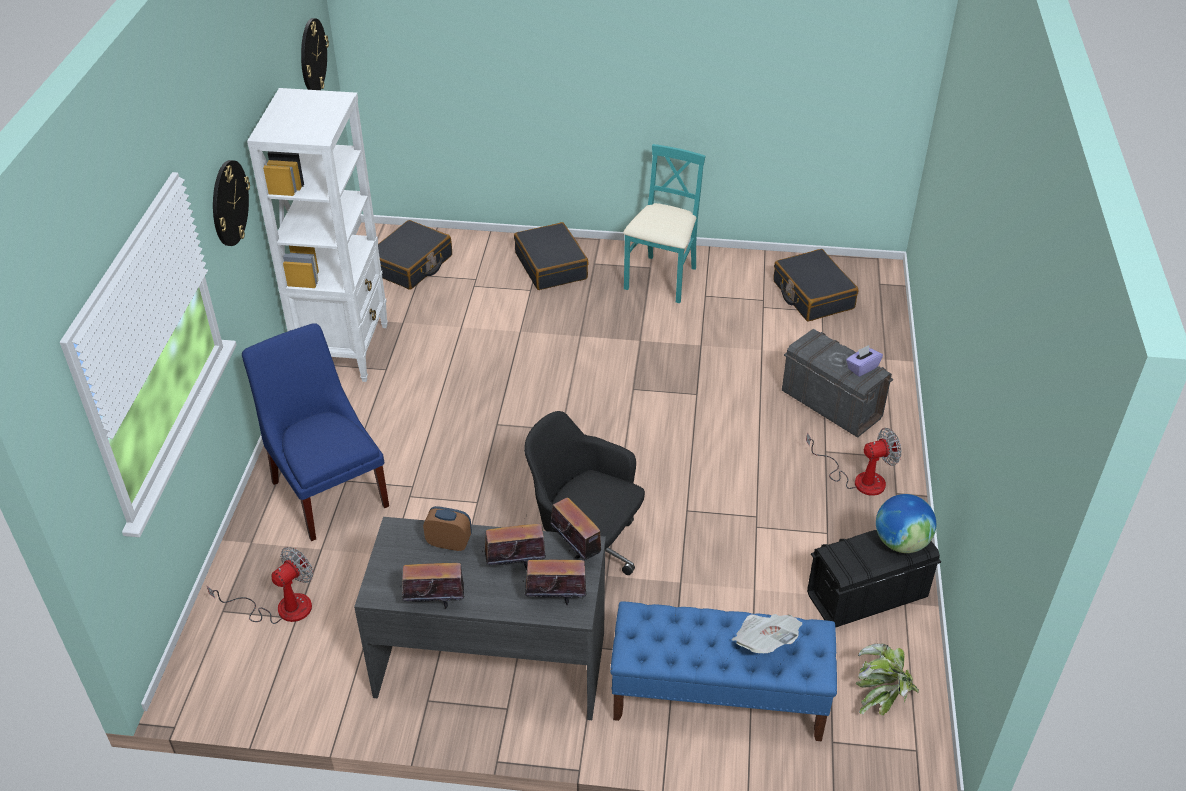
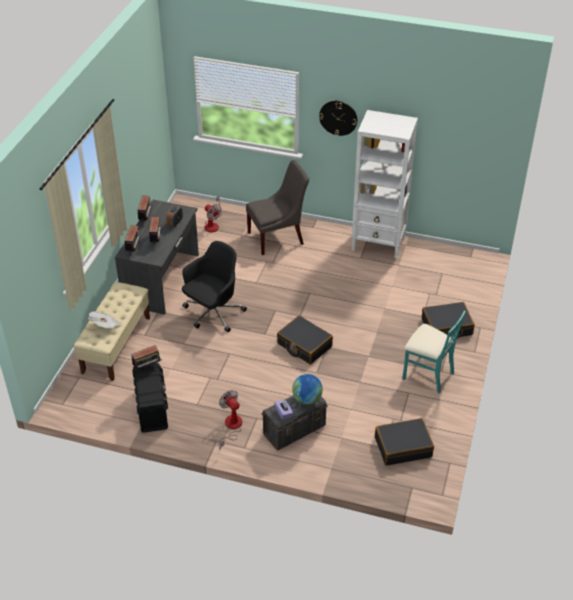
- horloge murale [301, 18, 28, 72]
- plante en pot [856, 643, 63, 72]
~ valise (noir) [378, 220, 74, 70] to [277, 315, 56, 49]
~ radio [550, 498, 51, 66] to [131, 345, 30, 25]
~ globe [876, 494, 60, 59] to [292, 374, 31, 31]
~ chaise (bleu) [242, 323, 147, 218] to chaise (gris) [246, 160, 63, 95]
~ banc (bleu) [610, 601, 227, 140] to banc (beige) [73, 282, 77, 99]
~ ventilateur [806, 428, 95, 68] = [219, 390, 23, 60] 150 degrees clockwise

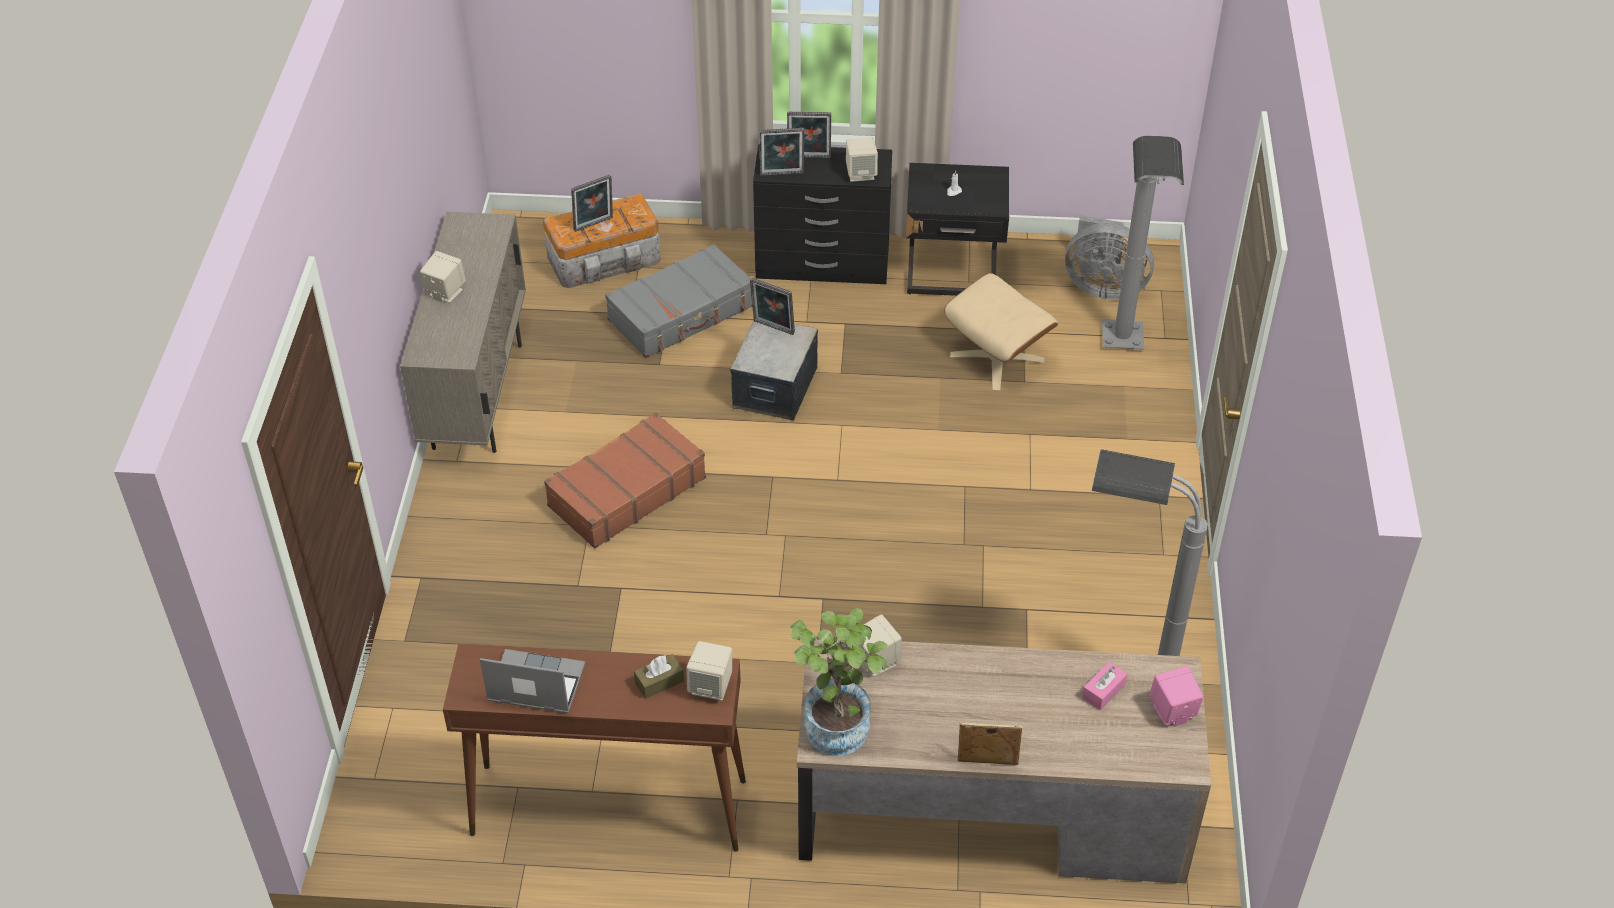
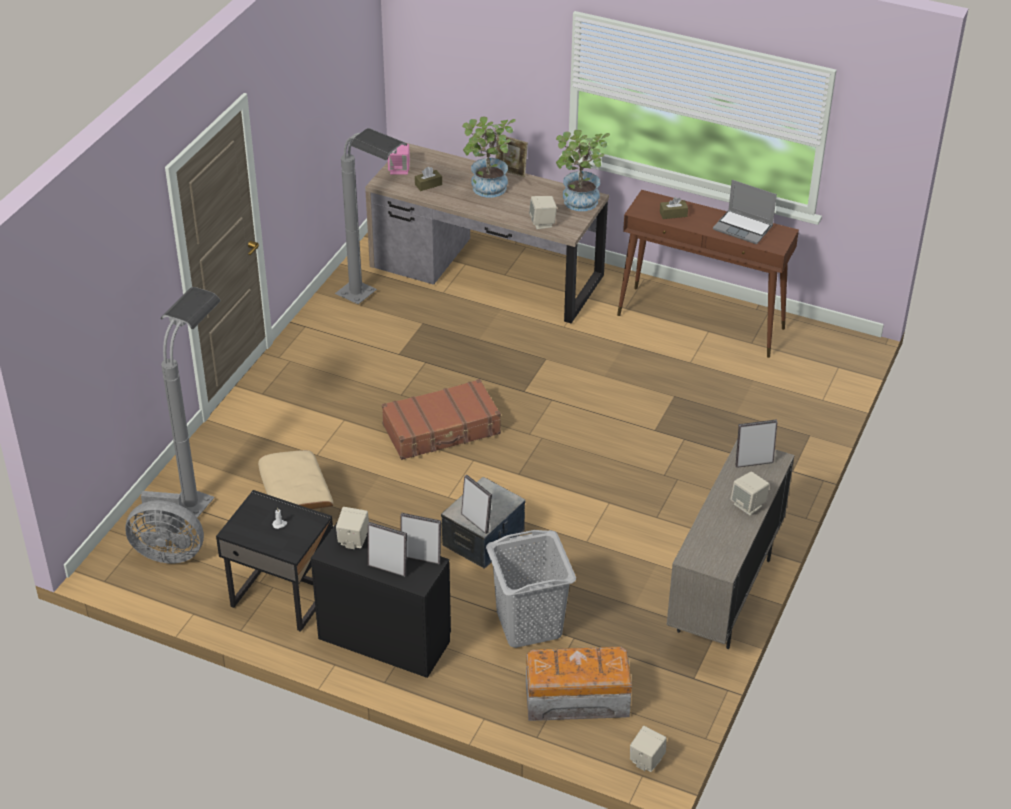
+ plante en pot [462, 117, 54, 81]
~ valise (marron) [544, 412, 162, 137] to [382, 379, 119, 81]
~ cadre photo [571, 175, 42, 57] to [735, 420, 42, 48]
~ enceinte (beige) [686, 641, 46, 60] to [630, 726, 37, 46]
~ valise (gris) [605, 244, 147, 114] to panier à linge (gris) [486, 530, 90, 118]
~ boîte à mouchoirs (rose) [1082, 662, 45, 48] to boîte à mouchoirs (marron) [415, 167, 27, 24]
~ ventilateur (gris) [1065, 215, 89, 85] = [125, 491, 79, 73] 150 degrees clockwise

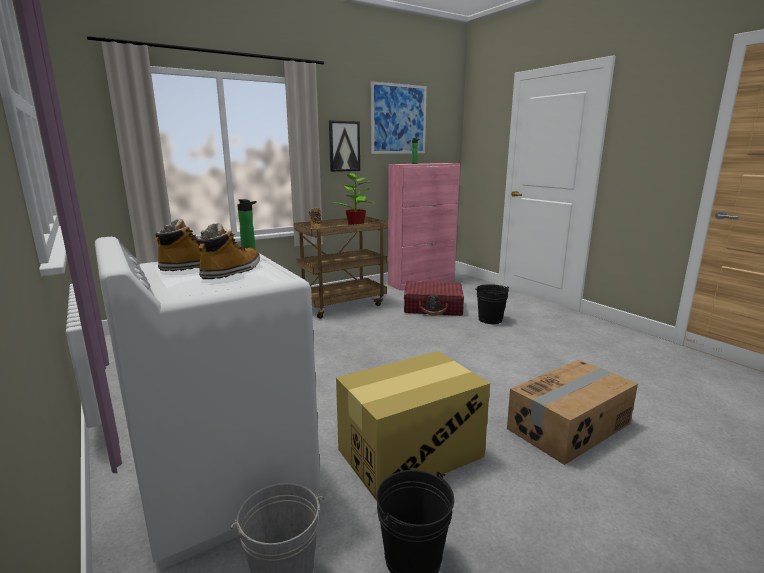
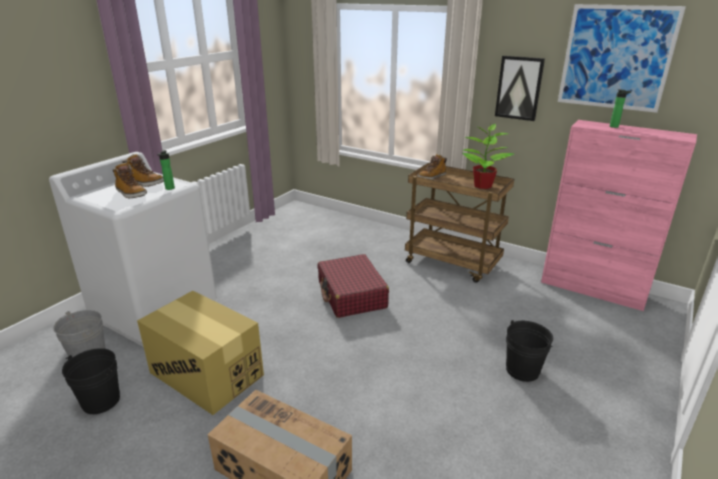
~ valise (rouge) [404, 281, 60, 35] to [317, 254, 72, 64]
~ botte [197, 223, 63, 56] = [113, 162, 34, 37] 45 degrees clockwise

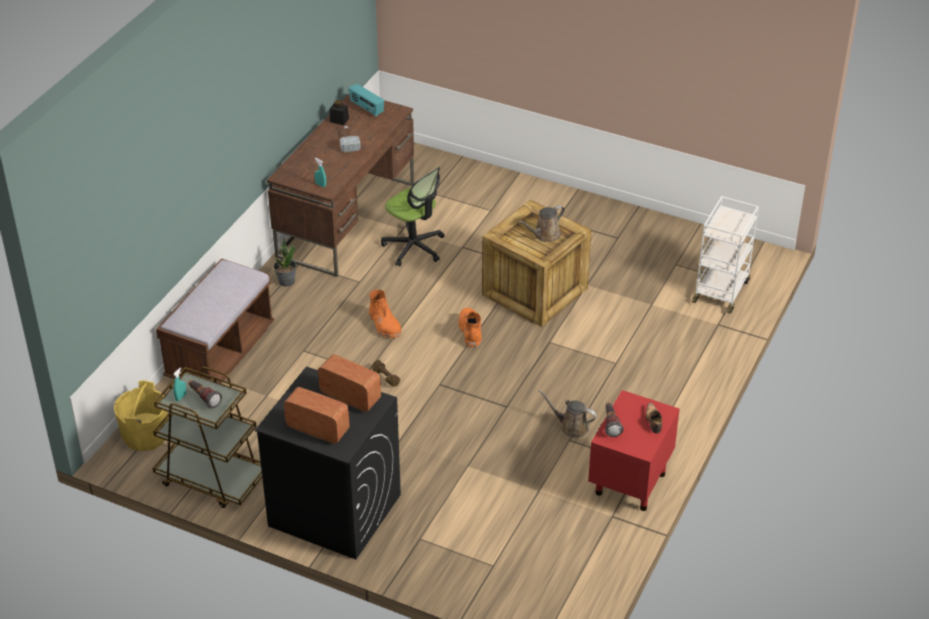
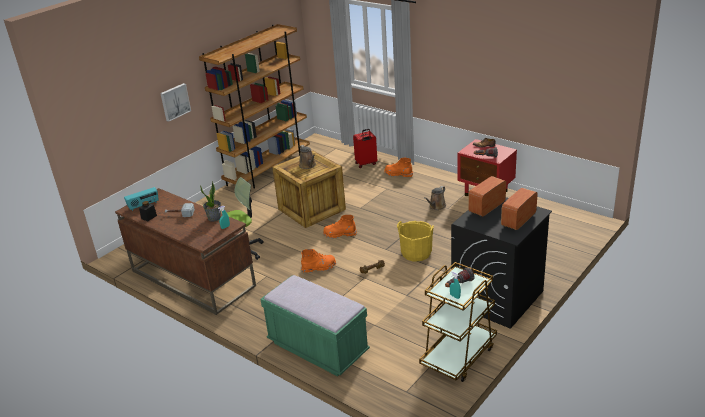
- chariot (blanc) [692, 196, 67, 118]
+ tableau [160, 83, 31, 39]
+ bibliothèque (marron) [199, 24, 111, 165]
+ valise (rouge) [353, 129, 24, 39]
+ botte (orange) [384, 158, 29, 20]
~ seau (jaune) [114, 380, 54, 71] to [397, 221, 37, 41]
~ plante en pot [274, 238, 22, 49] to [200, 181, 21, 41]
~ banc (marron) [156, 258, 118, 125] to banc (vert) [260, 275, 110, 101]

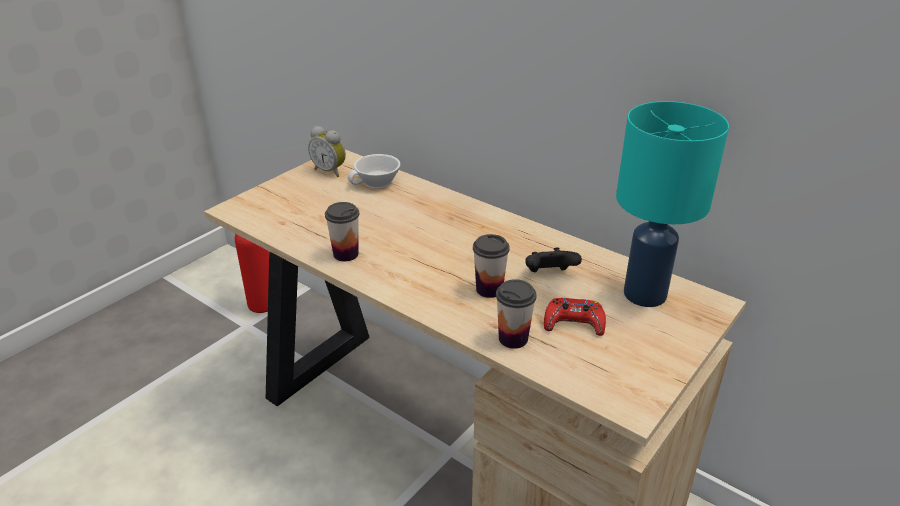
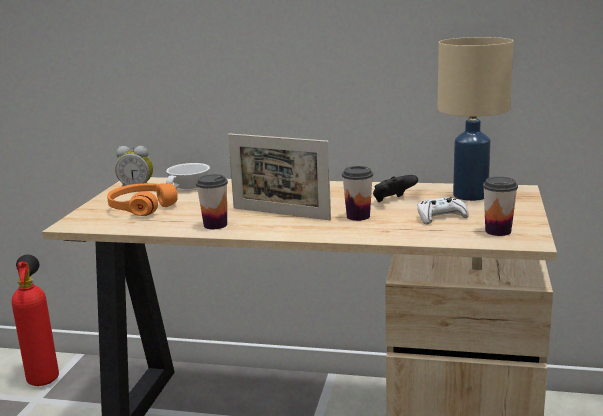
+ casque audio (orange) [107, 183, 71, 33]
+ cadre photo [228, 133, 103, 87]
~ tasse [496, 279, 40, 70] to [483, 177, 35, 59]
~ manette (rouge) [544, 298, 62, 38] to manette (blanc) [417, 197, 52, 28]
~ lampe de table (turquoise) [616, 101, 113, 206] to lampe de table (beige) [438, 37, 76, 164]

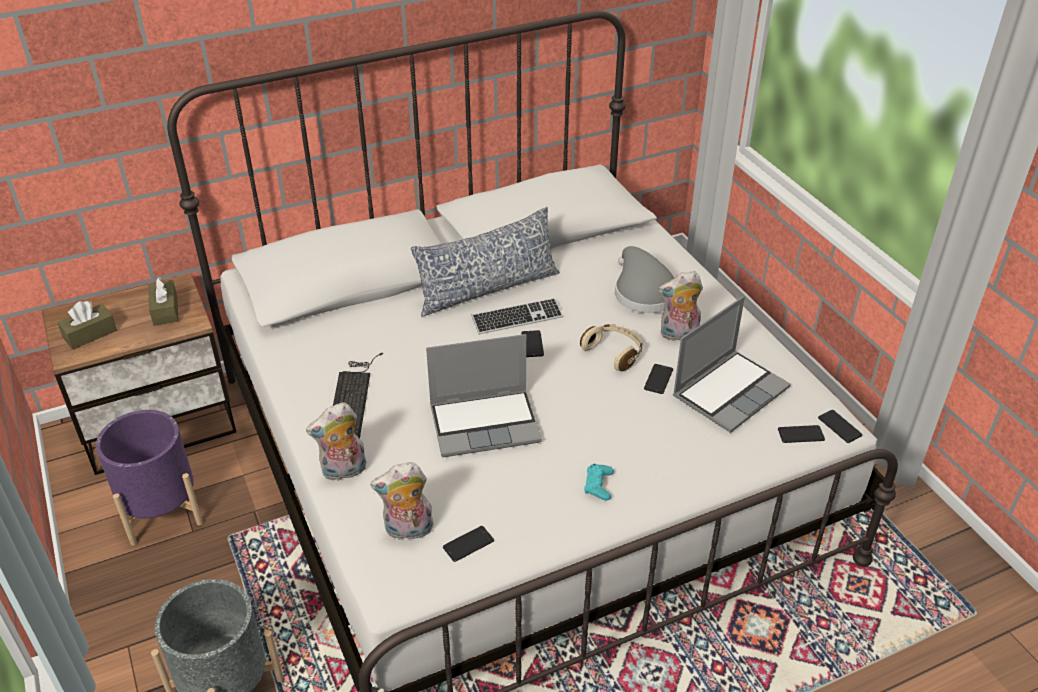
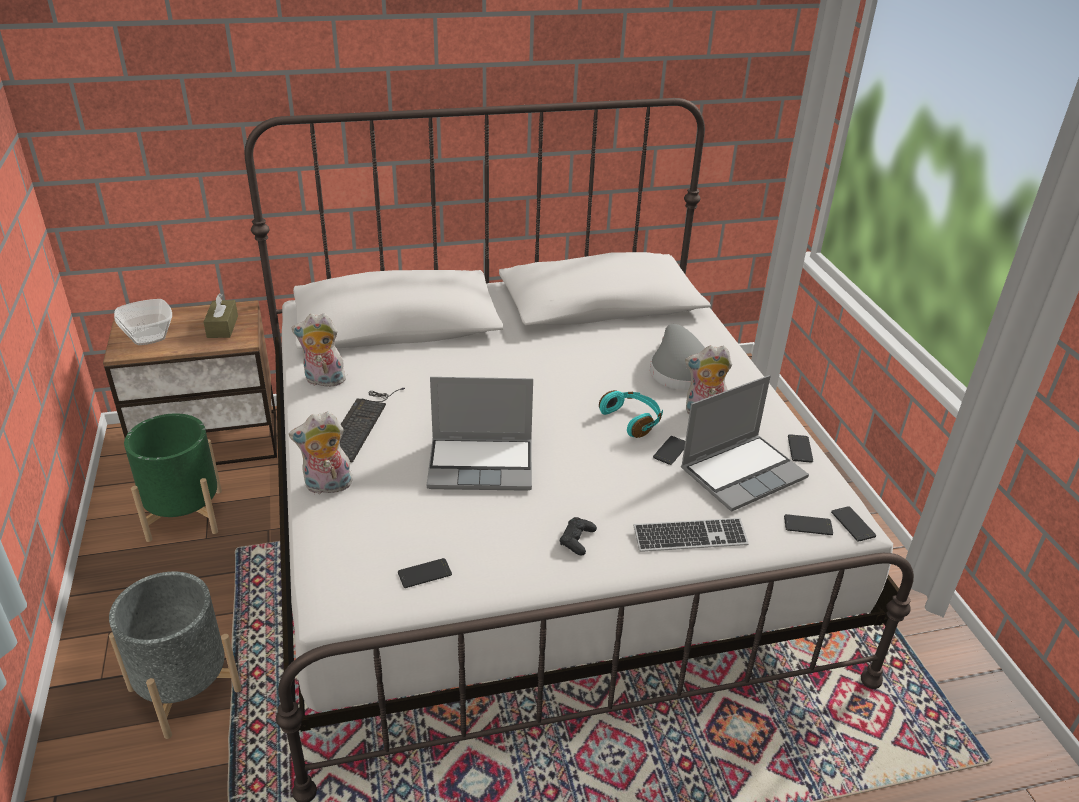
- coussin [411, 207, 149, 110]
~ peluche [370, 462, 64, 78] to [292, 313, 54, 75]
~ clavier [472, 298, 91, 36] to [634, 518, 115, 34]
~ téléphone [521, 330, 23, 27] to [788, 434, 25, 29]
~ boîte à mouchoirs (marron) [57, 301, 60, 49] to bol [114, 299, 58, 46]
~ cache-pot (violet) [96, 410, 107, 136] to cache-pot (vert) [124, 413, 98, 129]
~ casque audio (beige) [580, 324, 62, 47] to casque audio (turquoise) [599, 390, 64, 48]
~ manette (turquoise) [584, 464, 30, 36] to manette (noir) [560, 517, 37, 39]

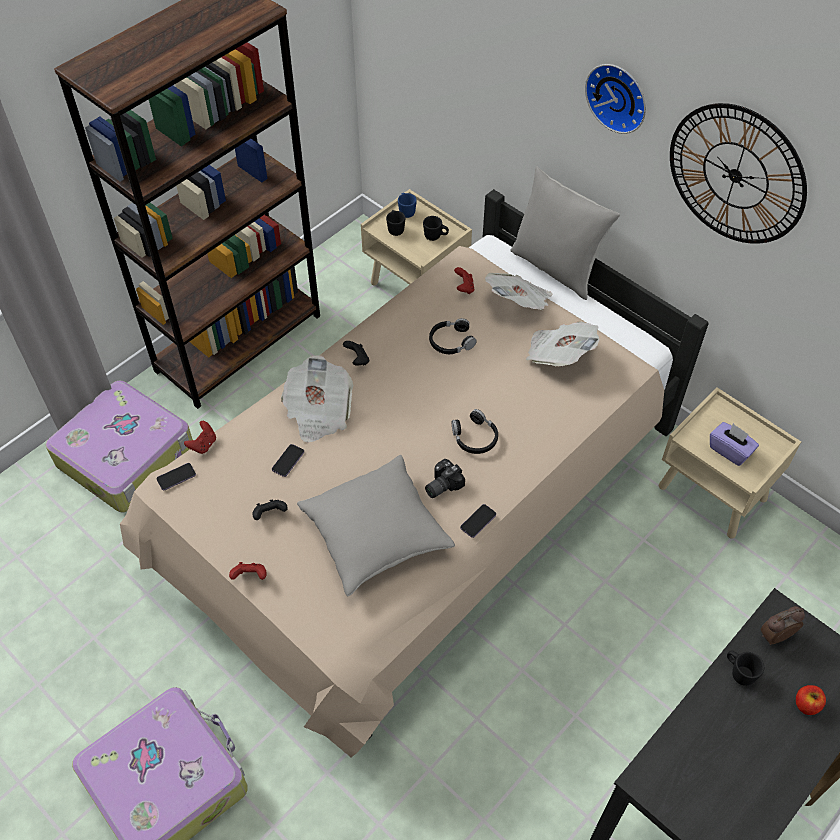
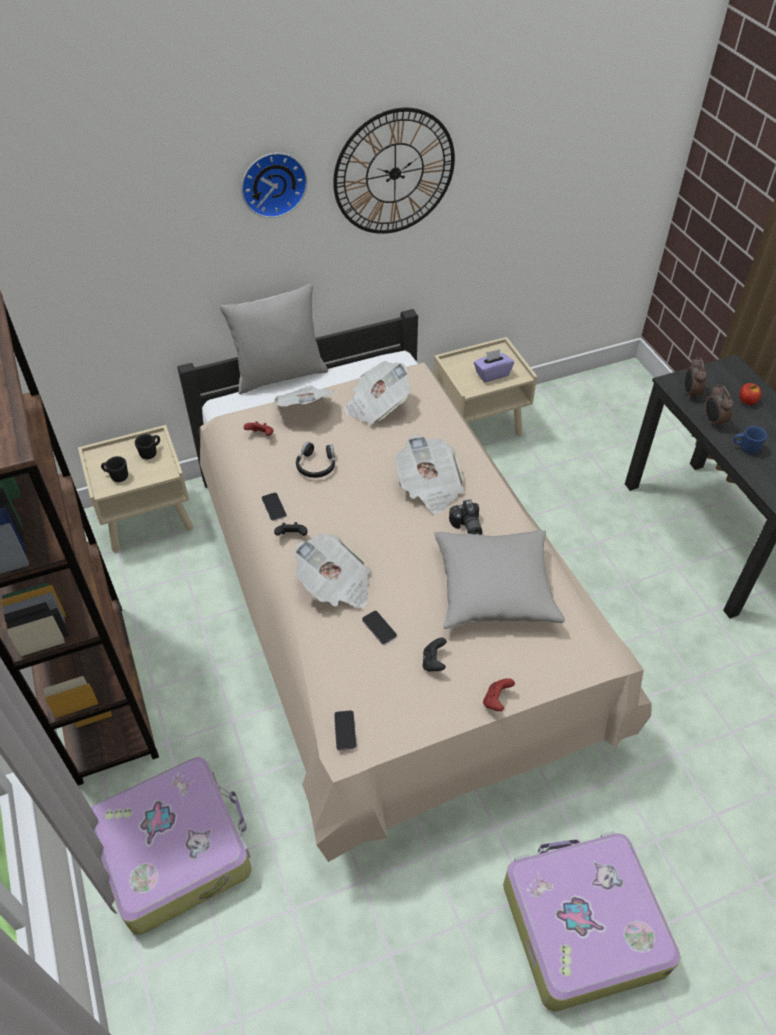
- manette (rouge) [184, 421, 32, 33]
~ mug (bleu) [398, 193, 19, 25] to [734, 426, 33, 28]
~ téléphone [460, 504, 36, 34] to [262, 493, 24, 28]
~ casque audio (noir) [452, 409, 46, 45] to journal [395, 435, 70, 80]
~ mug (noir) [727, 650, 37, 36] to réveil [705, 385, 29, 43]

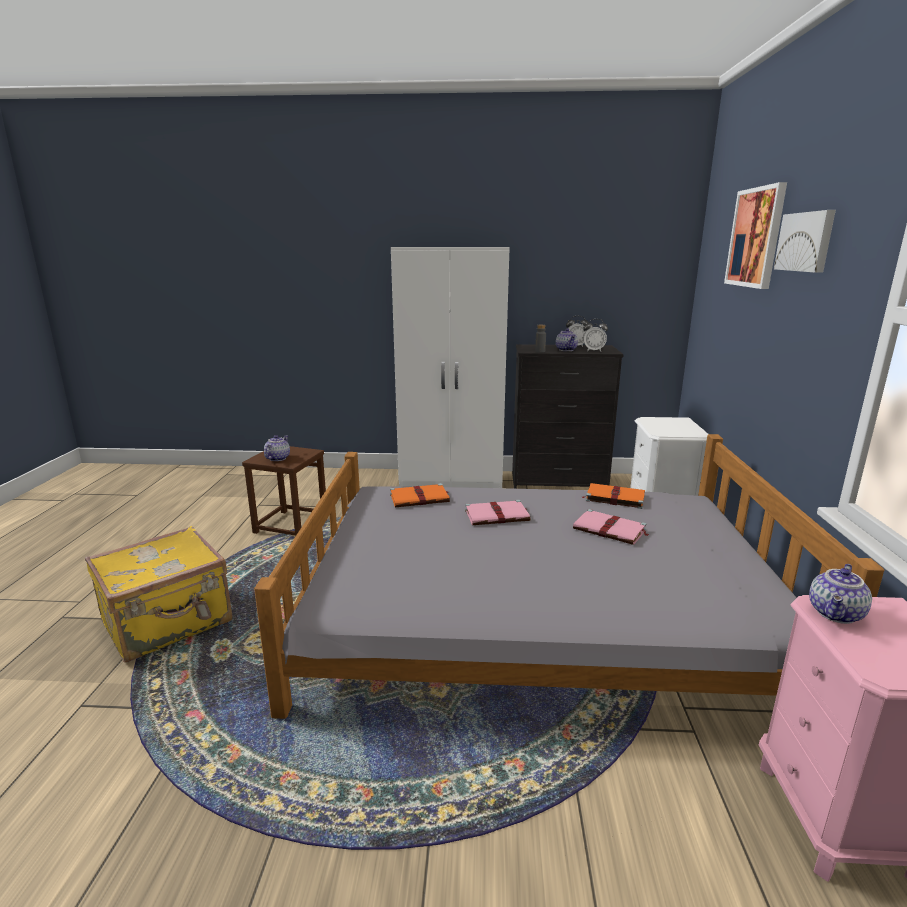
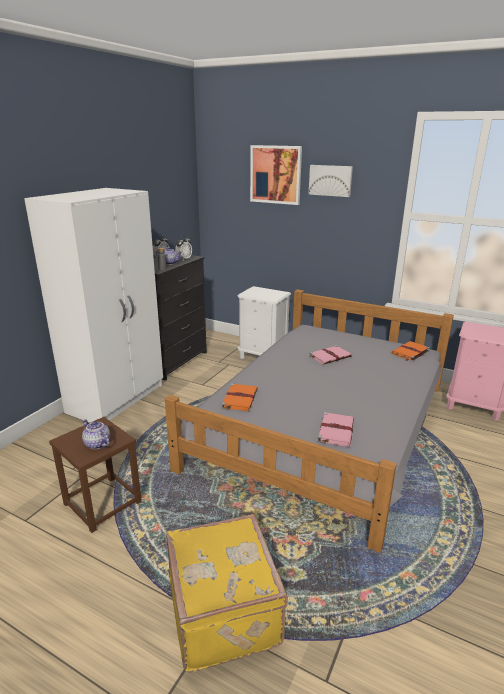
- théière [809, 564, 63, 60]
~ livre (rose) [465, 500, 65, 25] to [317, 412, 37, 35]
~ livre (orange) [582, 483, 63, 26] to [391, 341, 39, 20]

